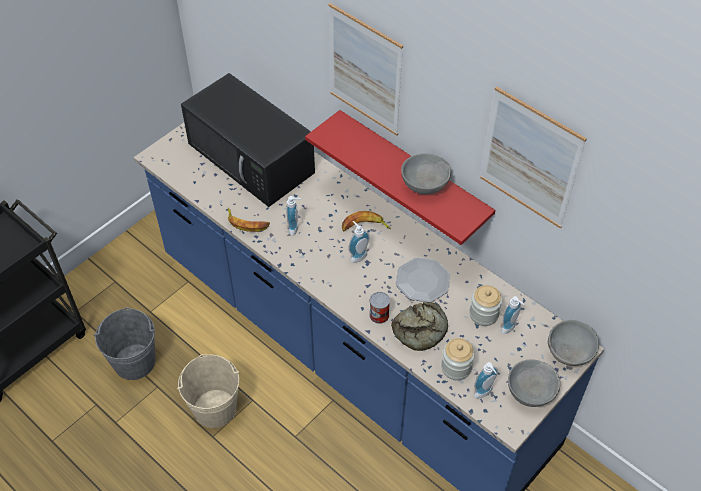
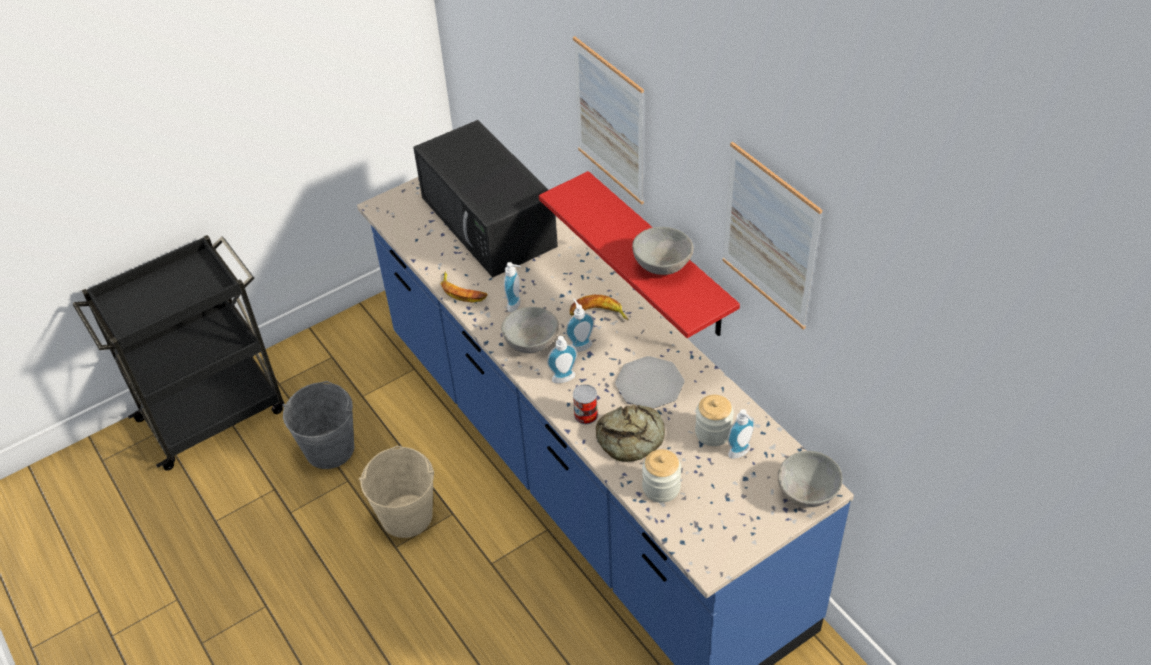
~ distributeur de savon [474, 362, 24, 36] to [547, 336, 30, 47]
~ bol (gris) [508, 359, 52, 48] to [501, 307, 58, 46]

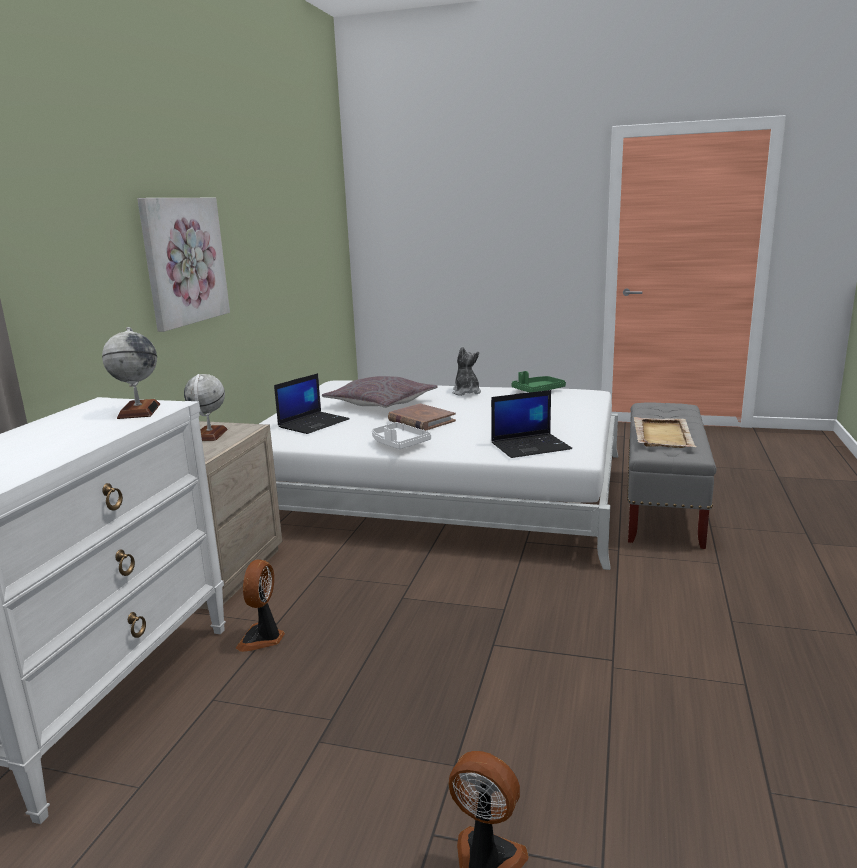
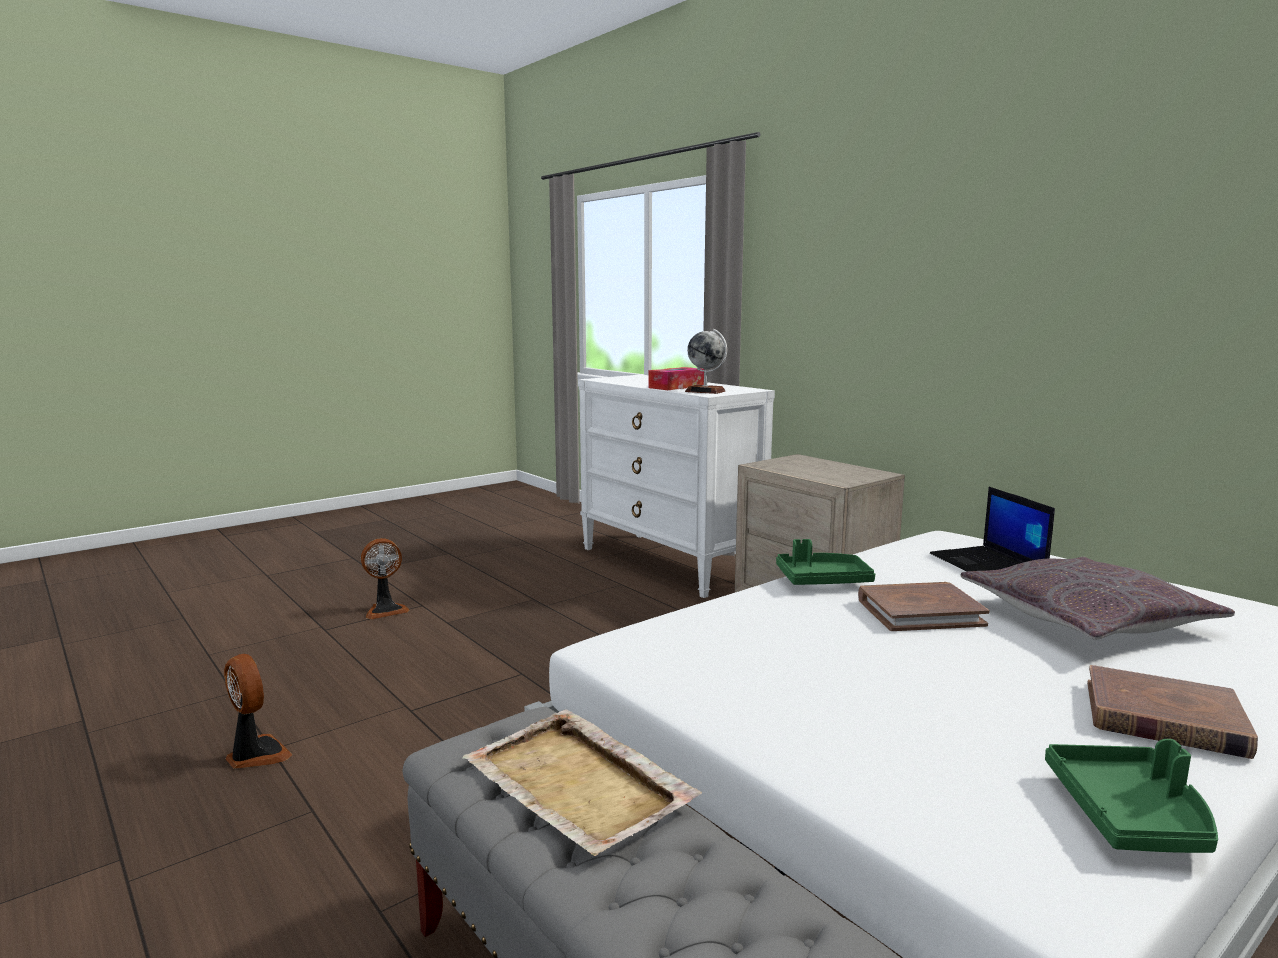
- tableau [137, 198, 93, 134]
- globe [184, 374, 44, 67]
- ordinateur portable [491, 390, 81, 68]
+ boîte à mouchoirs [649, 367, 55, 23]
~ ventilateur [236, 559, 49, 93] to [224, 654, 68, 115]
~ peluche [452, 346, 29, 50] to livre (marron) [1087, 665, 171, 94]
~ plateau (blanc) [372, 422, 59, 27] to plateau (vert) [776, 539, 99, 46]

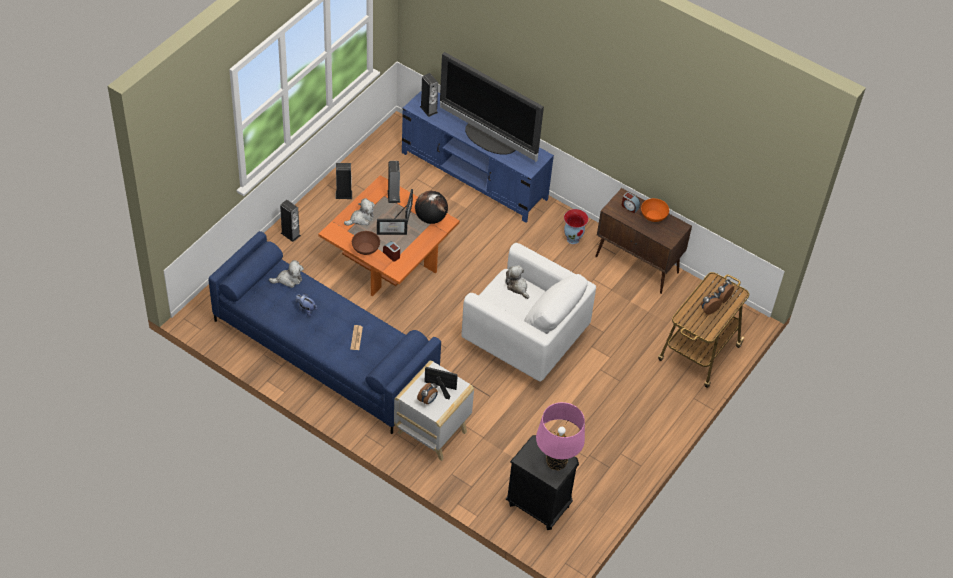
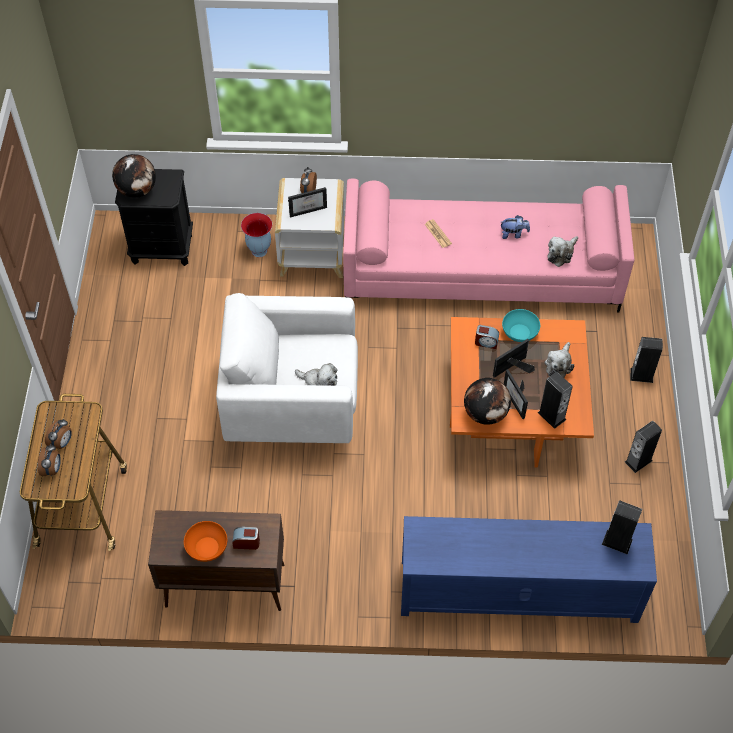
- téléviseur [440, 52, 104, 110]
~ vase [564, 209, 24, 35] to [241, 213, 31, 44]
~ lampe de table (rose) [536, 402, 49, 68] to globe [112, 154, 44, 44]
~ canapé (bleu) [208, 231, 233, 203] to canapé (rose) [343, 179, 291, 133]
~ bol (marron) [352, 231, 28, 24] to bol (turquoise) [502, 309, 38, 33]

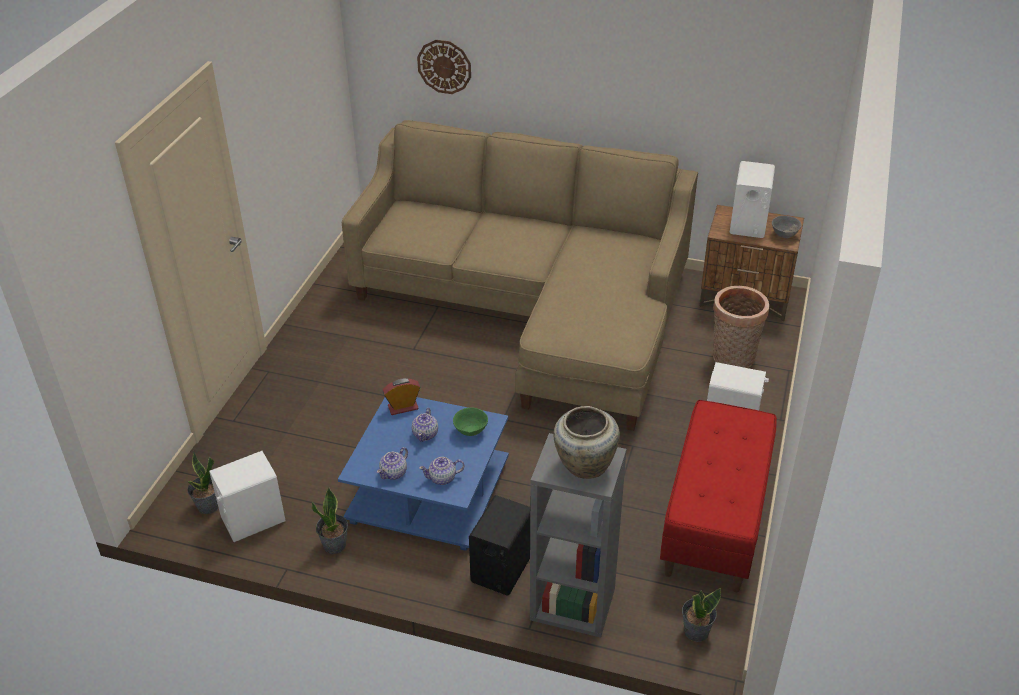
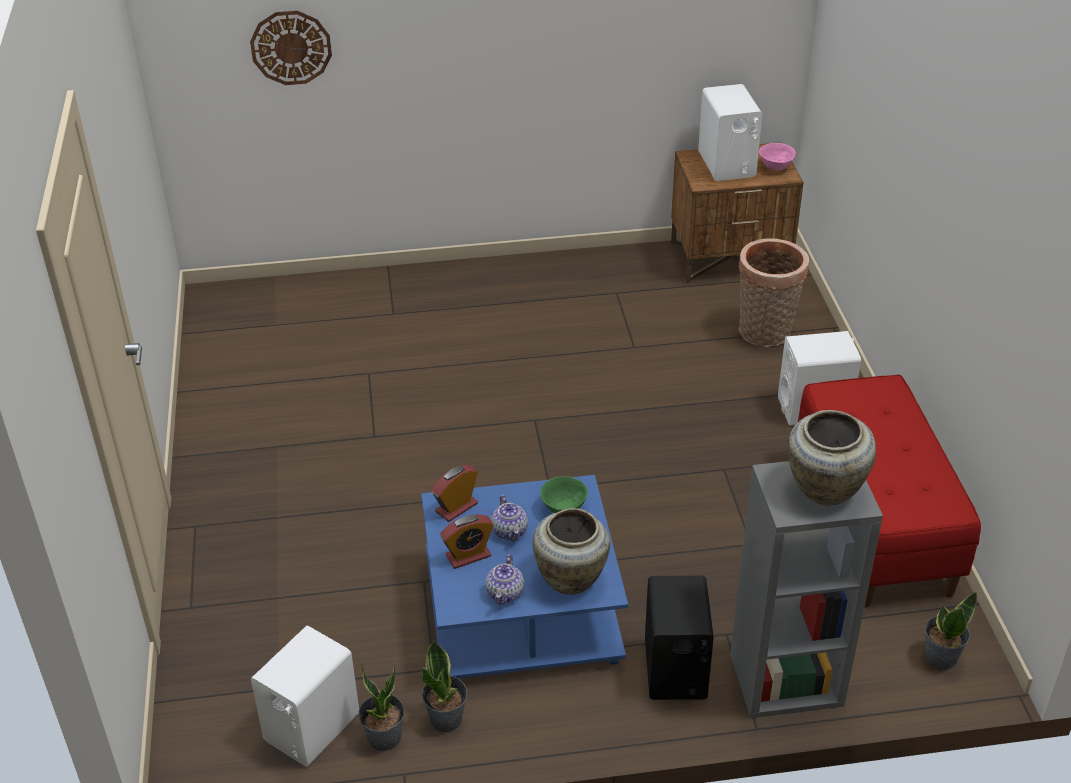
- canapé (beige) [342, 120, 356, 311]
+ réveil [440, 514, 54, 55]
~ plante en pot [188, 451, 30, 63] to [358, 664, 47, 87]
~ théière [419, 457, 46, 28] to vase (beige) [533, 508, 77, 87]
~ bol (gris) [772, 216, 30, 22] to bol (rose) [759, 143, 37, 28]

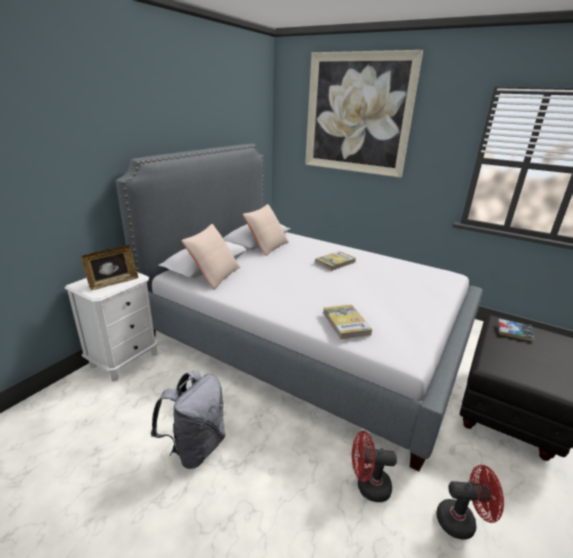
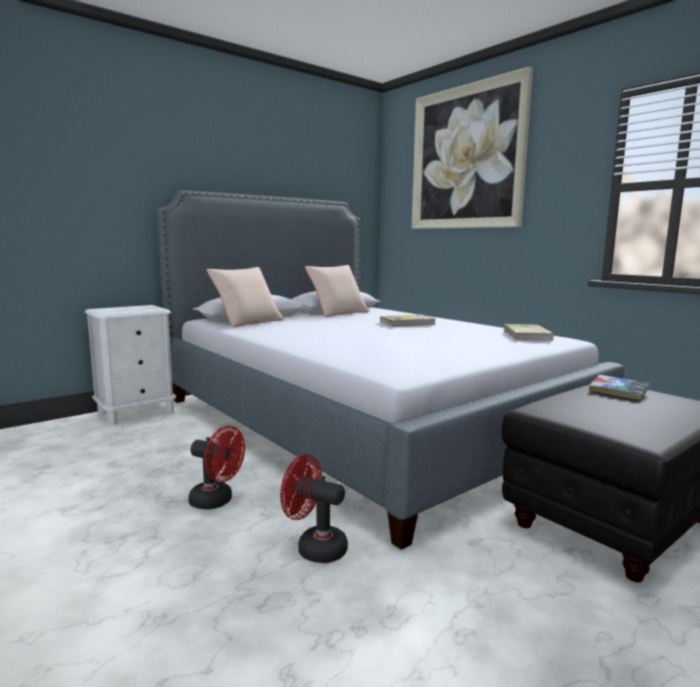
- cadre photo [82, 245, 57, 45]
- sac à dos (gris) [151, 370, 75, 99]
~ livre [323, 305, 49, 34] to [504, 324, 50, 17]
~ ventilateur (rouge) [436, 465, 68, 74] to [188, 426, 57, 84]

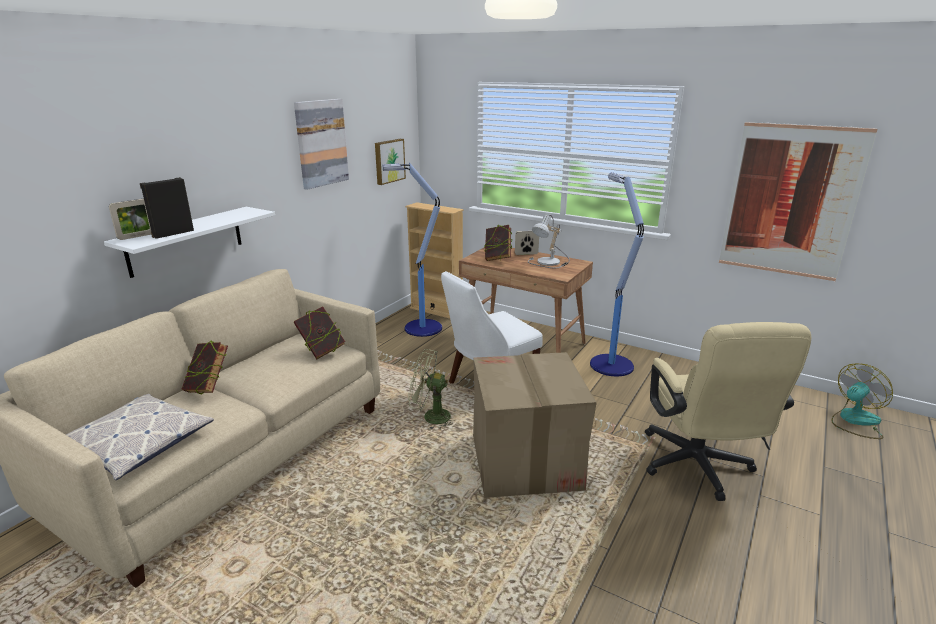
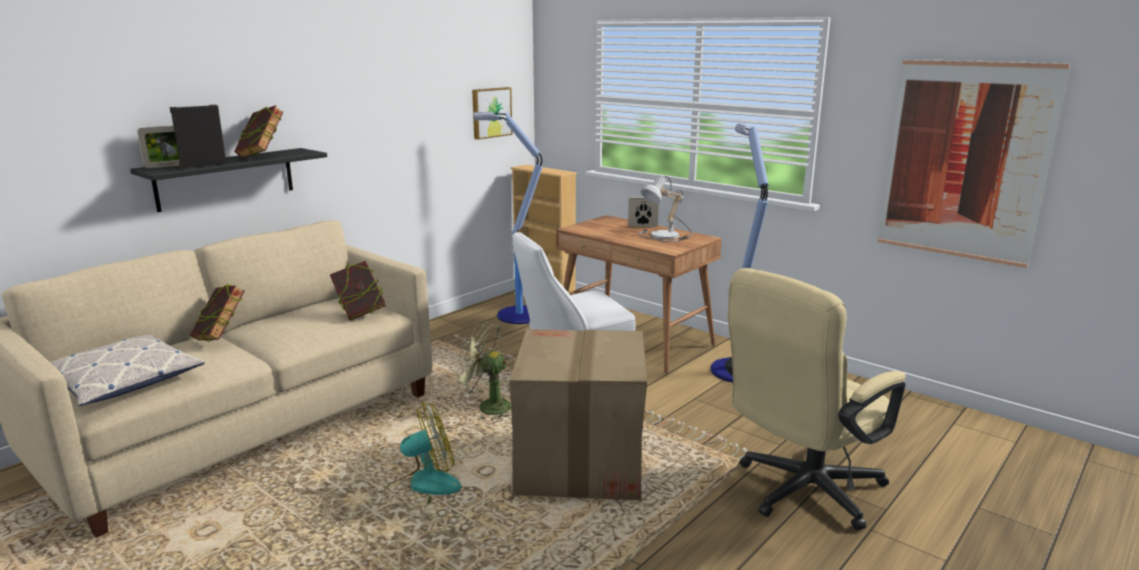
- tableau [294, 99, 55, 91]
~ livre [484, 225, 29, 36] to [234, 105, 50, 53]
~ ventilateur [831, 363, 62, 76] to [384, 402, 78, 102]
~ étagère (blanc) [104, 207, 171, 71] to étagère (noir) [130, 148, 197, 64]
~ chaise de bureau (beige) [645, 322, 166, 179] = [725, 268, 181, 262] 45 degrees clockwise

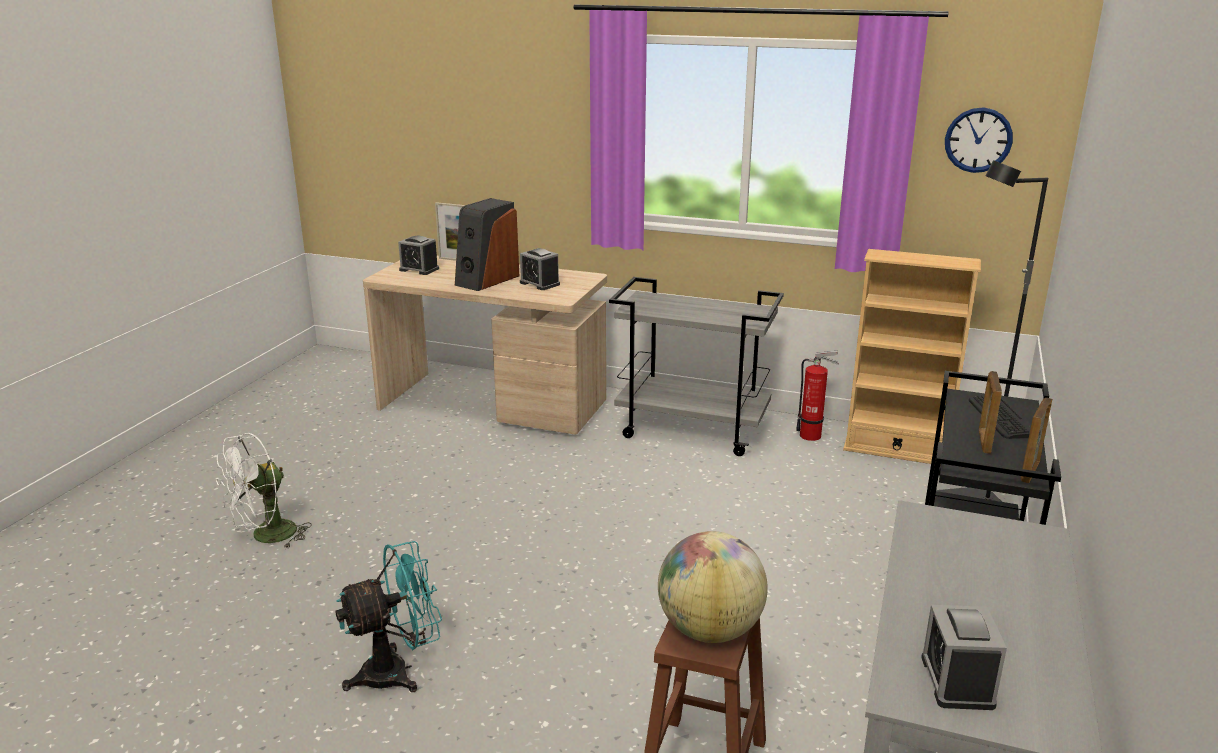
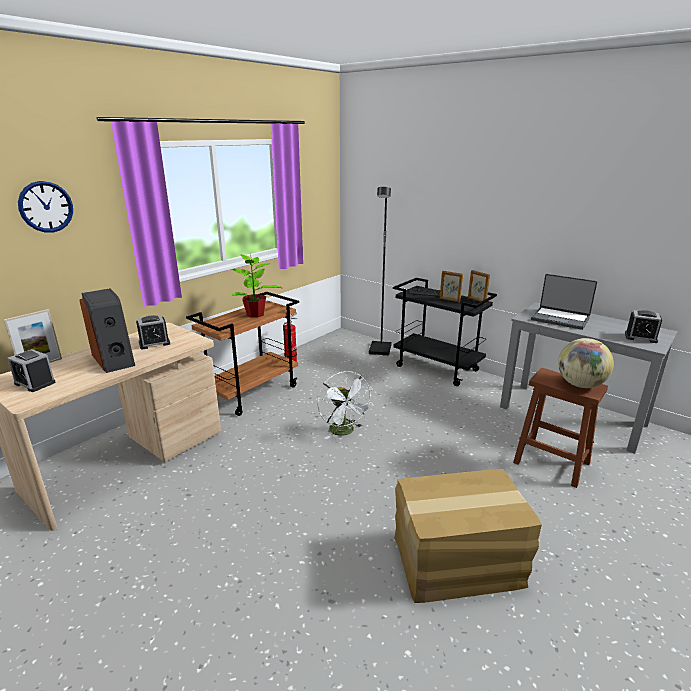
- bibliothèque (beige) [843, 249, 138, 215]
+ plante en pot [231, 255, 51, 63]
+ ordinateur portable [531, 274, 66, 56]
~ ventilateur (blanc) [216, 433, 96, 116] to [317, 371, 56, 68]
~ horloge murale [945, 107, 68, 66] to [18, 181, 55, 52]
~ ventilateur (turquoise) [335, 541, 107, 151] to carton [394, 469, 148, 134]
~ chariot (gris) [609, 277, 175, 179] to chariot (marron) [186, 292, 113, 124]
~ réveil [398, 236, 41, 39] = [7, 349, 49, 43] 75 degrees clockwise

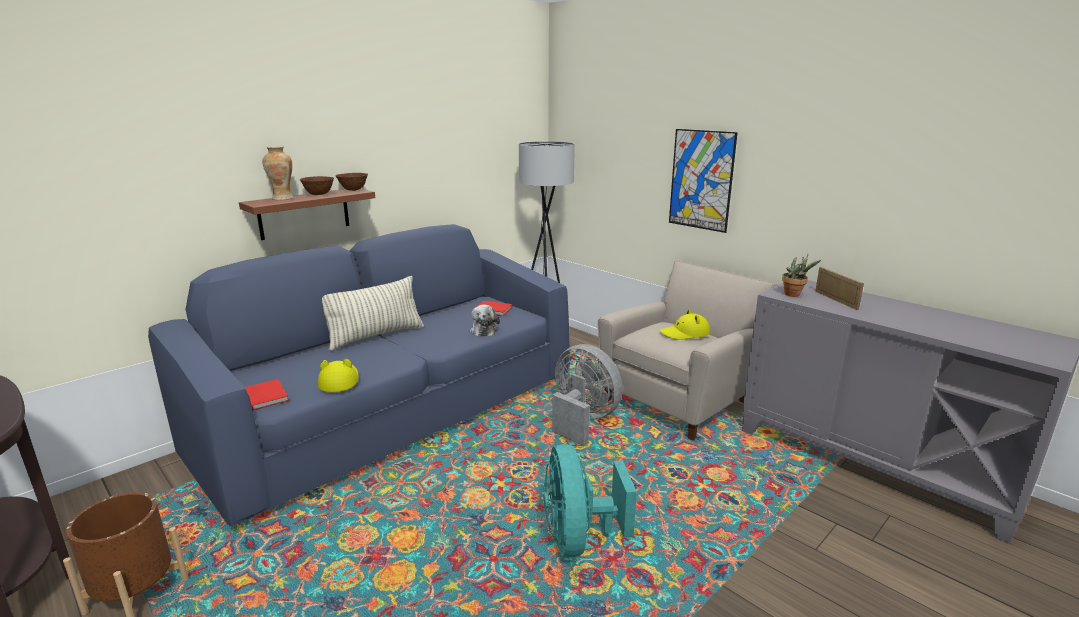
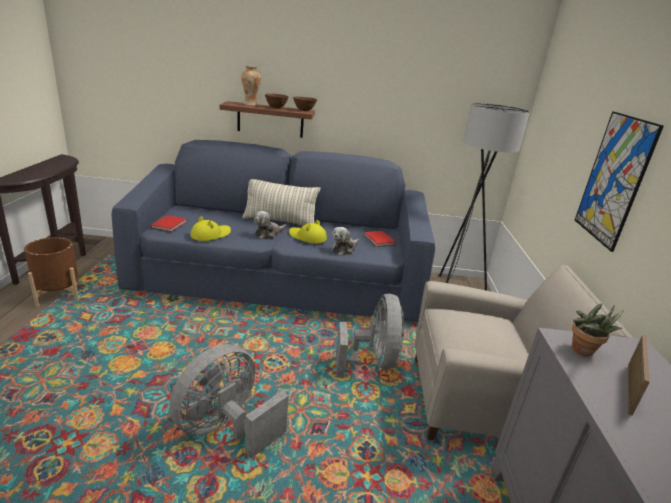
+ peluche [254, 211, 32, 28]
~ chapeau (jaune) [659, 309, 51, 31] to [289, 220, 38, 23]
~ ventilateur (turquoise) [543, 444, 94, 113] to ventilateur (gris) [169, 344, 120, 115]

